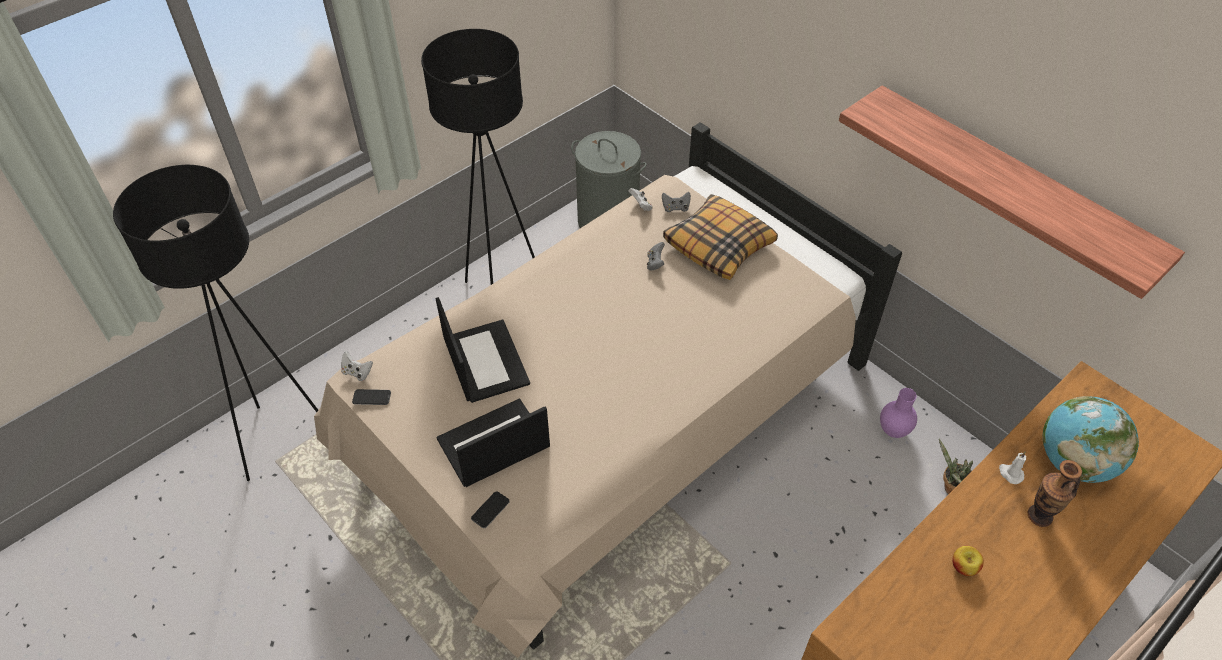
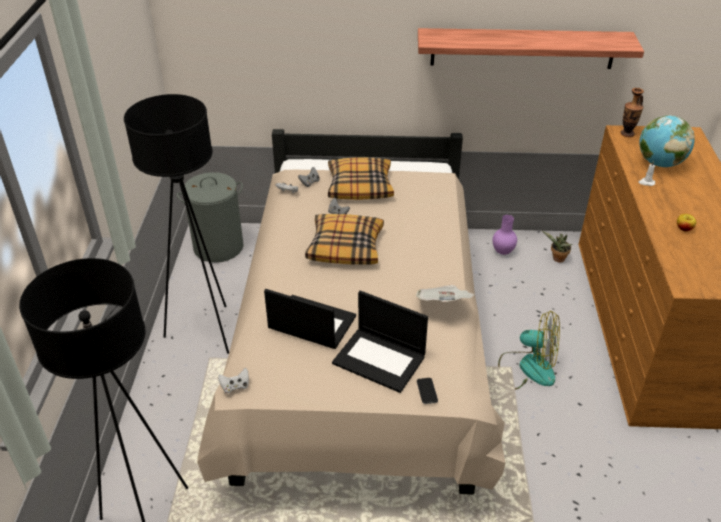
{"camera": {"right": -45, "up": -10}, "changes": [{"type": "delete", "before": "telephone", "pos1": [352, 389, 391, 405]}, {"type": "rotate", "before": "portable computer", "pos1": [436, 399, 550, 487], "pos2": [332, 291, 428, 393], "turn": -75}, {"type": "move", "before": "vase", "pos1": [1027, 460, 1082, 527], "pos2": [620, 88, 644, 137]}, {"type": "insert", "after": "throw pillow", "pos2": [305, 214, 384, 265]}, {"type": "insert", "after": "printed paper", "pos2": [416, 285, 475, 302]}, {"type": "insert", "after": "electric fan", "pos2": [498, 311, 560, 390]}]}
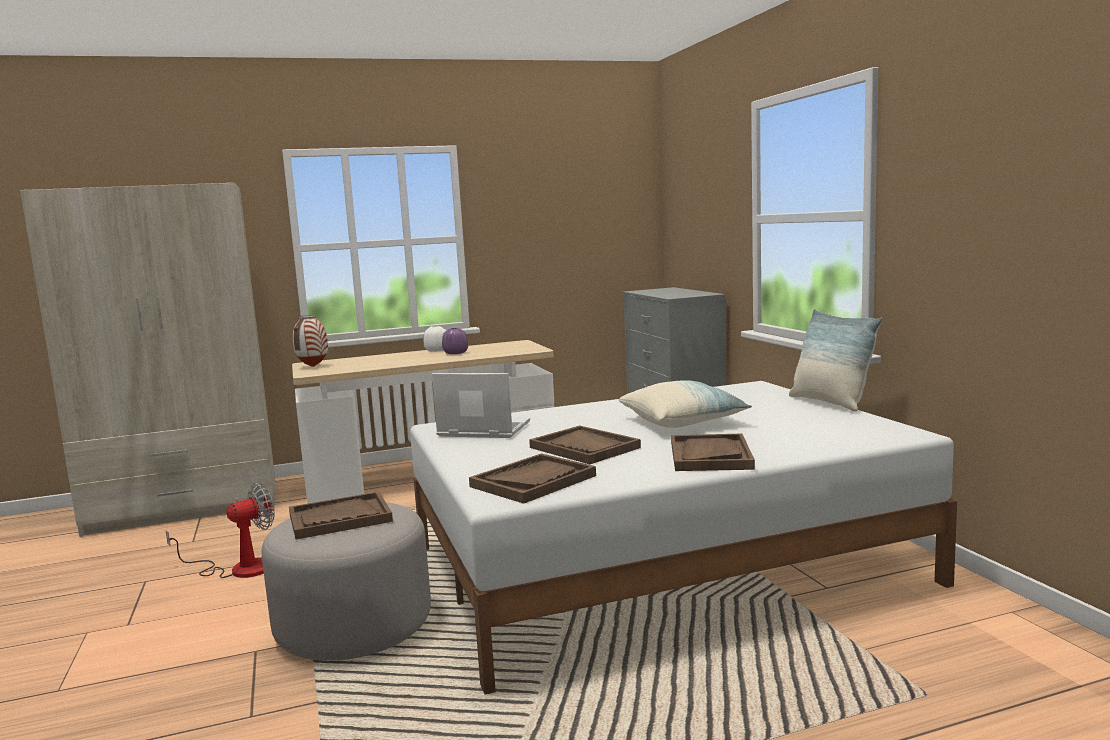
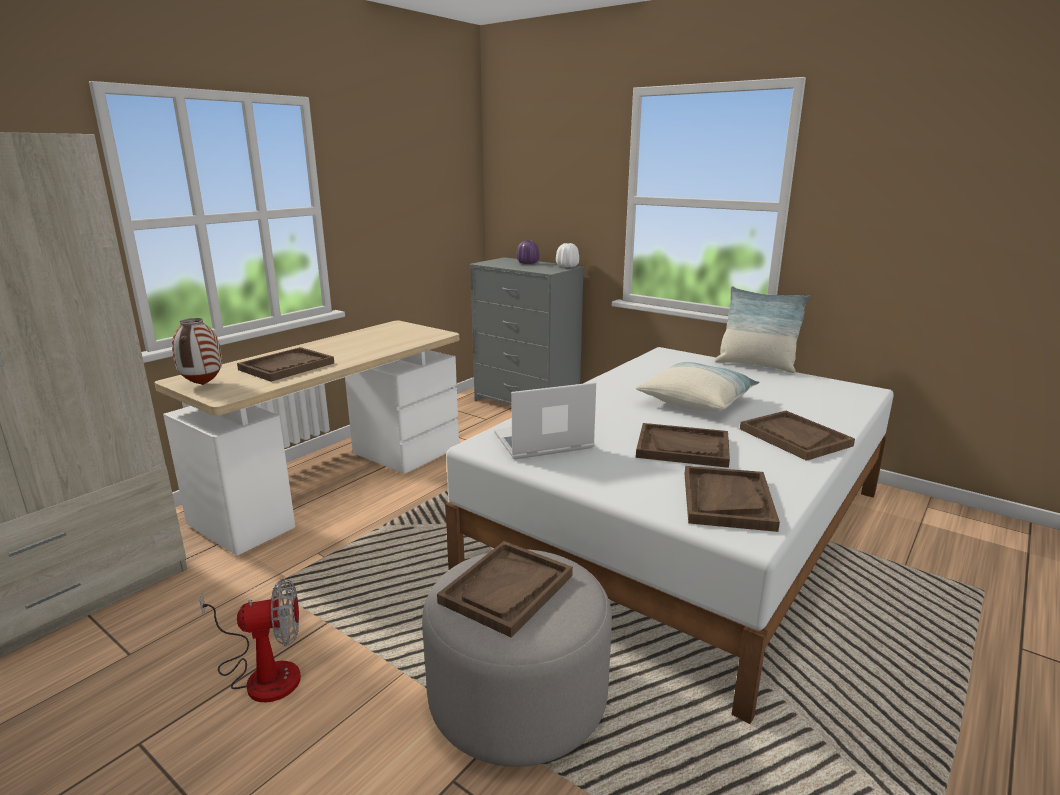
{"camera": {"right": -35, "up": 10}, "changes": [{"type": "move", "before": "vase (white)", "pos1": [424, 326, 446, 352], "pos2": [556, 243, 579, 267]}, {"type": "move", "before": "vase (purplish)", "pos1": [442, 328, 468, 354], "pos2": [516, 240, 539, 264]}, {"type": "rotate", "before": "electric fan", "pos1": [166, 483, 275, 578], "pos2": [199, 578, 301, 702], "turn": 60}, {"type": "insert", "after": "tray (brownish)", "pos2": [237, 347, 334, 382]}]}
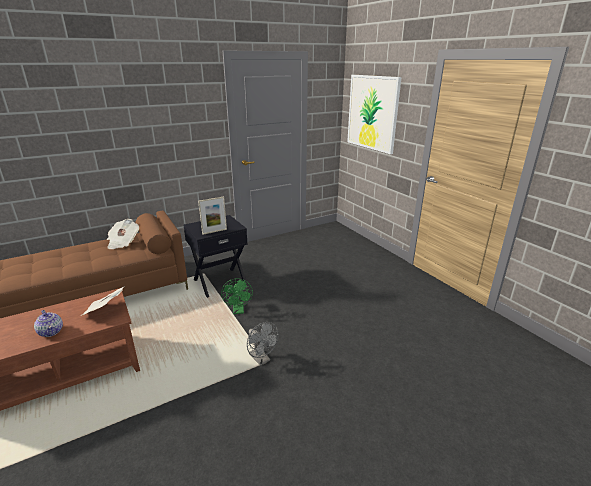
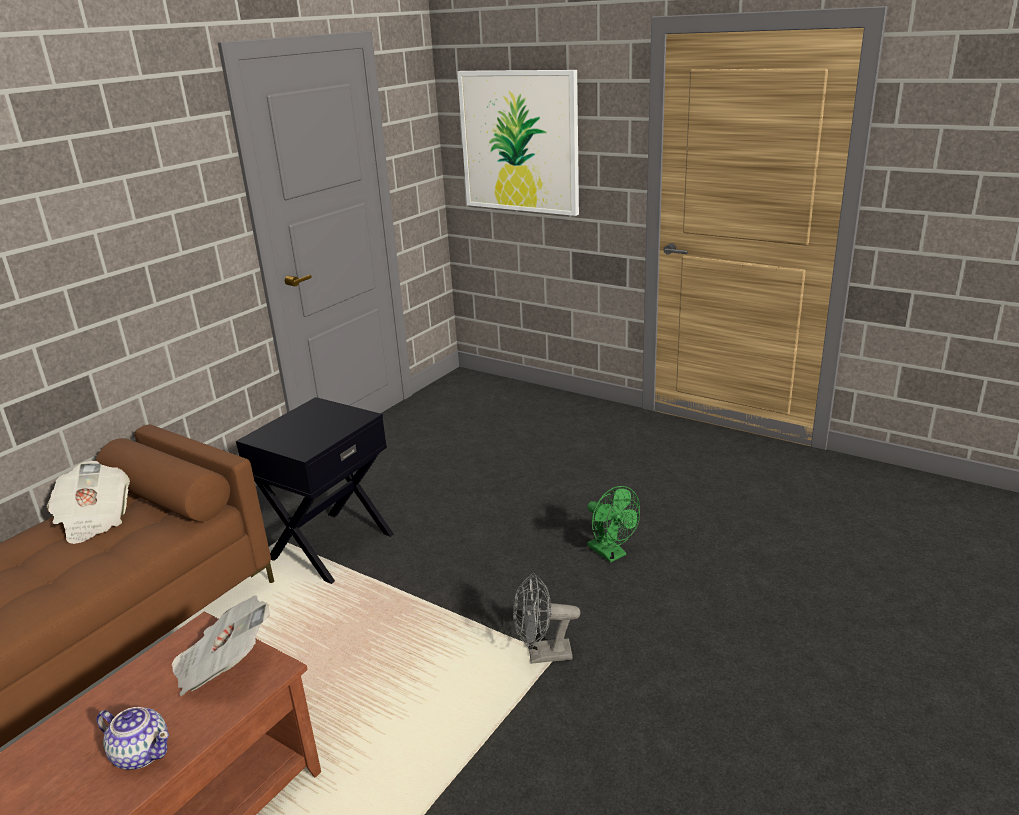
{"camera": {"right": -25, "up": 0}, "changes": [{"type": "delete", "before": "picture frame", "pos1": [198, 196, 227, 235]}, {"type": "move", "before": "electric fan (green-coloured)", "pos1": [221, 278, 253, 314], "pos2": [587, 486, 640, 563]}, {"type": "rotate", "before": "electric fan (greyish)", "pos1": [247, 322, 278, 366], "pos2": [513, 573, 580, 664], "turn": 150}]}
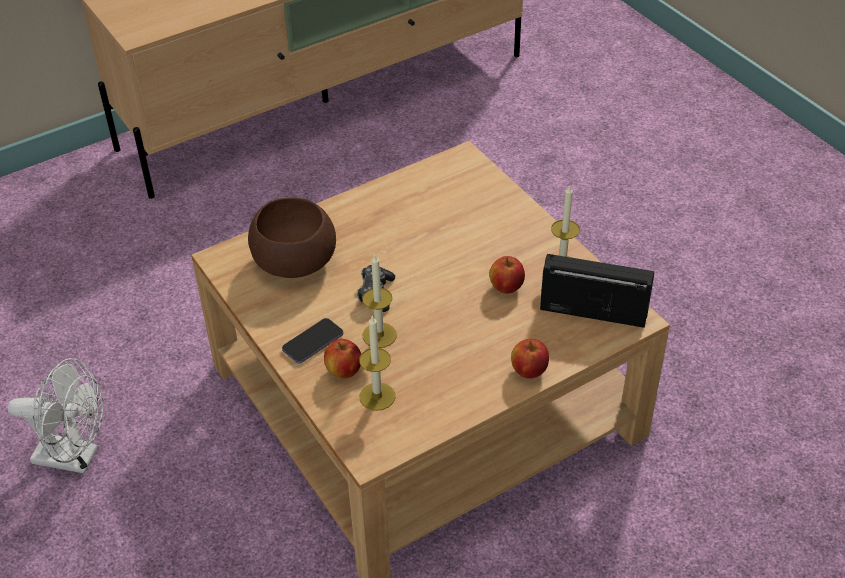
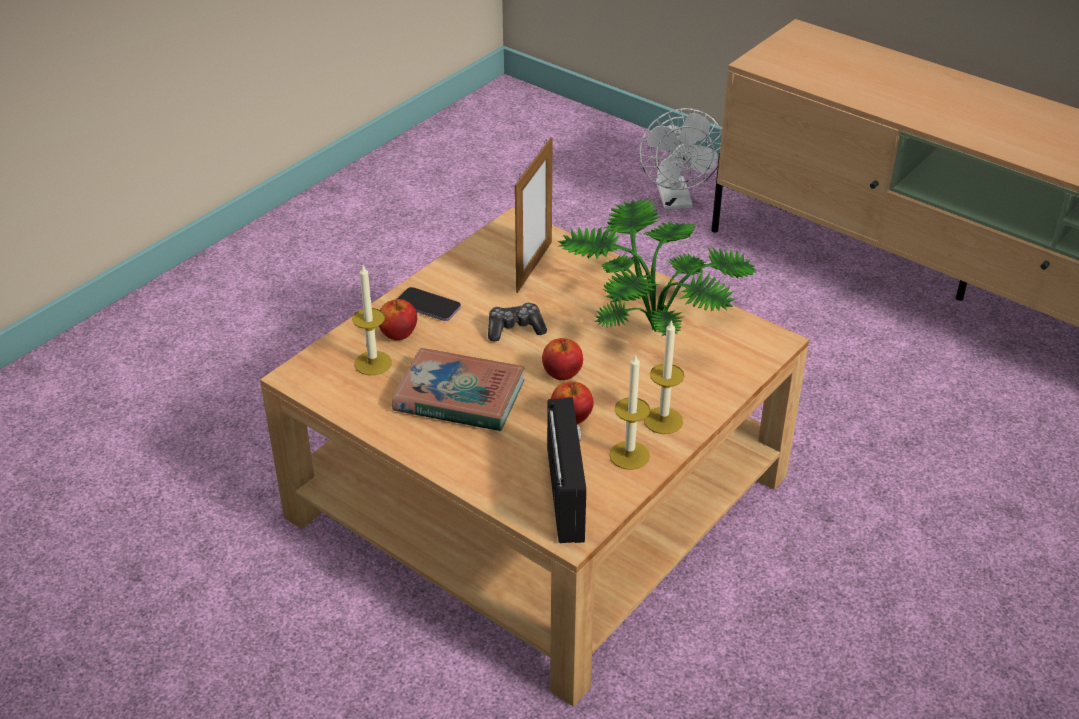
{"camera": {"right": 70, "up": -5}, "changes": [{"type": "replace", "before": "bowl (brownish)", "after": "picture frame", "pos1": [248, 197, 336, 278], "pos2": [515, 137, 553, 293]}, {"type": "move", "before": "candle", "pos1": [362, 255, 397, 348], "pos2": [644, 320, 685, 434]}, {"type": "move", "before": "whole apple", "pos1": [511, 338, 549, 379], "pos2": [542, 338, 583, 380]}, {"type": "move", "before": "electric fan (white)", "pos1": [7, 358, 104, 474], "pos2": [639, 108, 722, 210]}, {"type": "insert", "after": "potted plant", "pos2": [558, 198, 758, 336]}, {"type": "insert", "after": "volume", "pos2": [392, 348, 525, 432]}]}
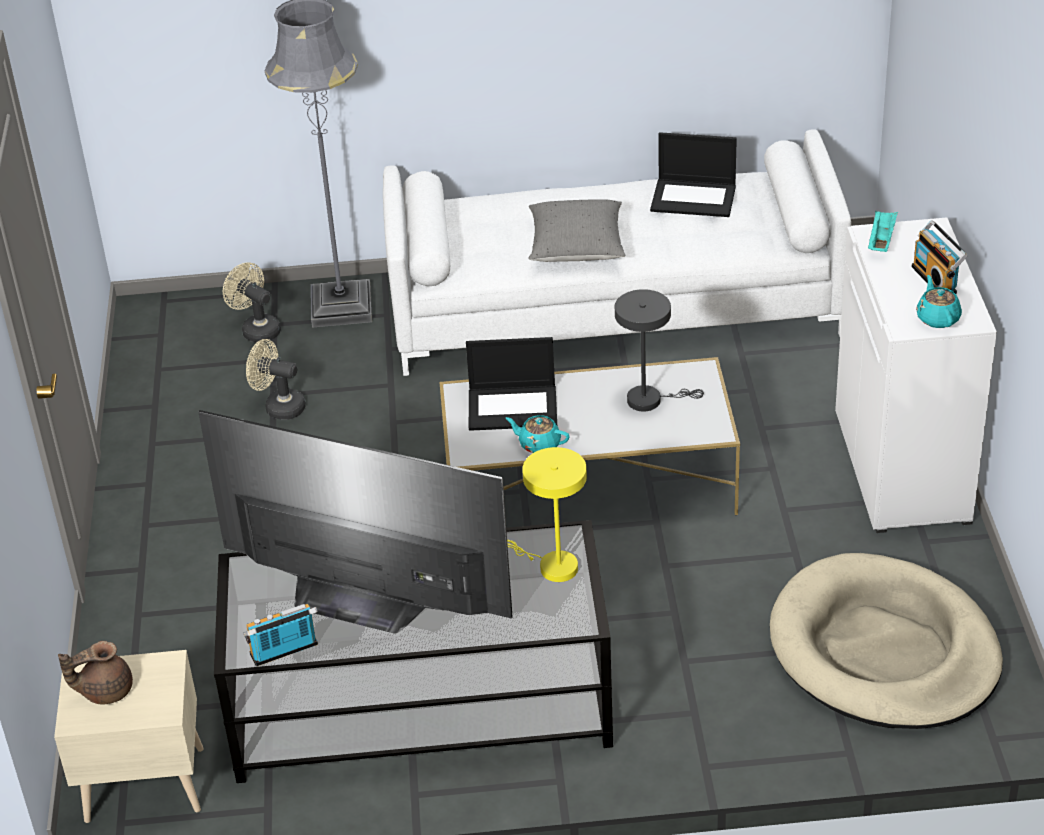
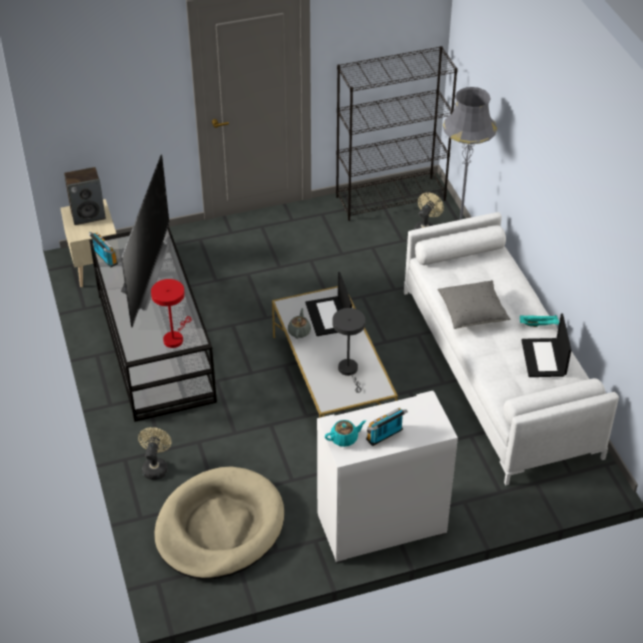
{"camera": {"right": 75, "up": 5}, "changes": [{"type": "move", "before": "tray (turquoise-coloured)", "pos1": [868, 211, 898, 252], "pos2": [520, 315, 559, 327]}, {"type": "move", "before": "electric fan (beige-coloured)", "pos1": [246, 339, 306, 420], "pos2": [138, 427, 171, 480]}, {"type": "recolor", "before": "teapot (turquoise-coloured)", "after": "teapot (greyish)", "pos1": [506, 415, 570, 453], "pos2": [288, 308, 311, 339]}, {"type": "recolor", "before": "tabletop lamp (yellow-coloured)", "after": "tabletop lamp (reddish)", "pos1": [507, 447, 587, 582], "pos2": [151, 279, 191, 348]}, {"type": "replace", "before": "teapot (brownish)", "after": "speaker", "pos1": [58, 641, 133, 705], "pos2": [64, 167, 106, 225]}, {"type": "insert", "after": "shelving unit (blackish)", "pos2": [336, 46, 458, 221]}]}
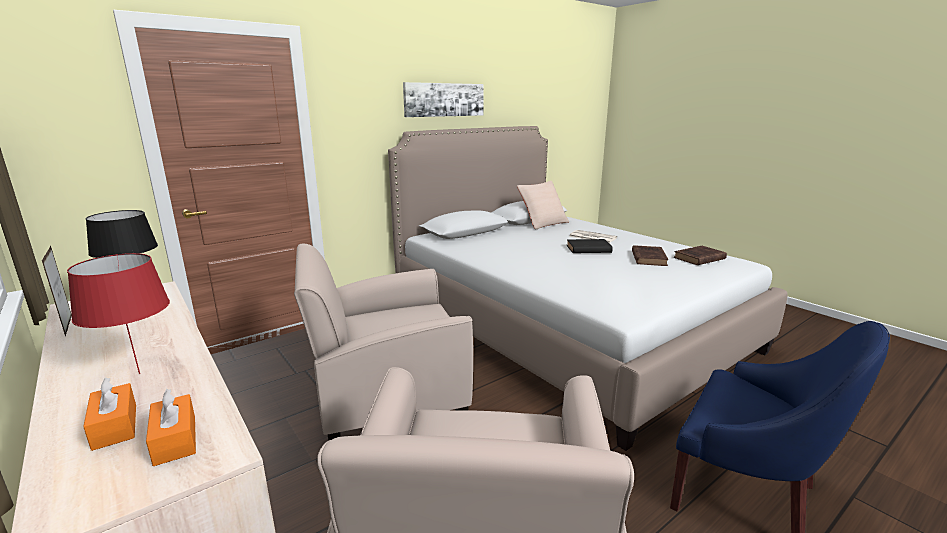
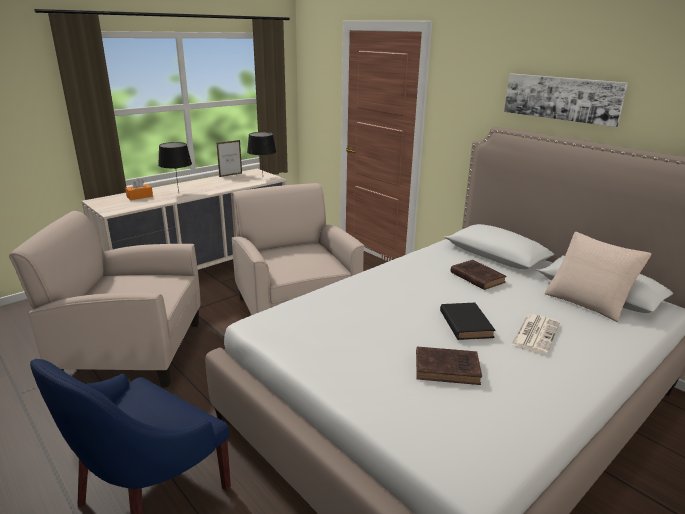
{"camera": {"right": 85, "up": 5}, "changes": [{"type": "move", "before": "volume (brownish)", "pos1": [674, 246, 727, 265], "pos2": [451, 260, 507, 290]}, {"type": "recolor", "before": "tabletop lamp (reddish)", "after": "tabletop lamp (blackish)", "pos1": [67, 253, 170, 374], "pos2": [158, 142, 192, 193]}, {"type": "delete", "before": "tissue holder (orange-coloured)", "pos1": [146, 389, 196, 466]}]}
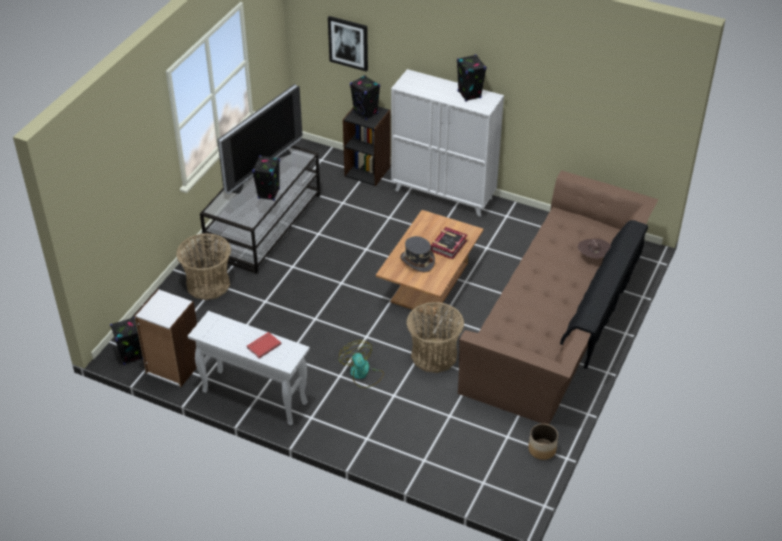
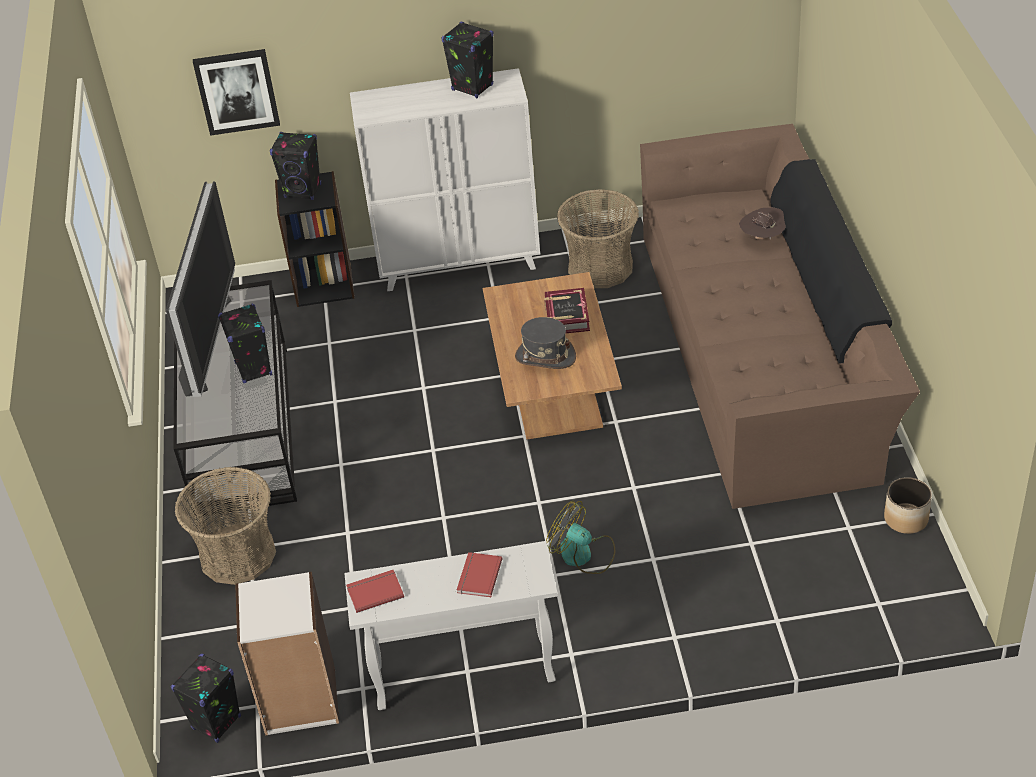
{"camera": {"right": -30, "up": 0}, "changes": [{"type": "move", "before": "household basket", "pos1": [407, 302, 464, 373], "pos2": [557, 189, 639, 288]}, {"type": "insert", "after": "volume (reddish)", "pos2": [346, 570, 404, 613]}]}
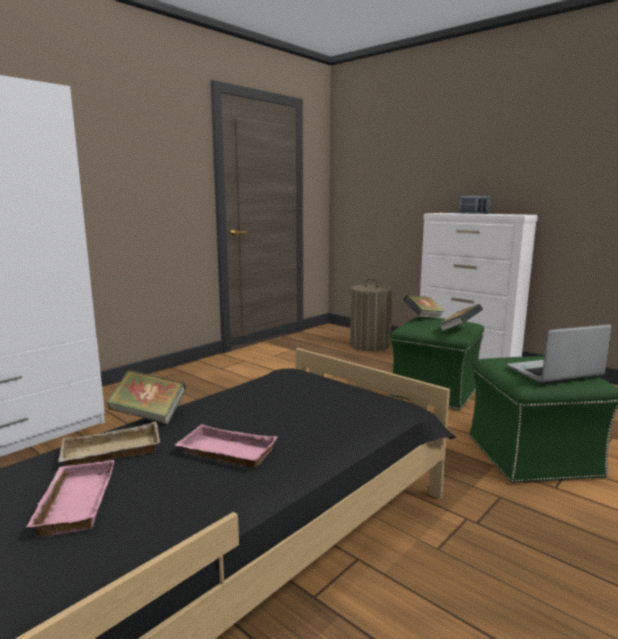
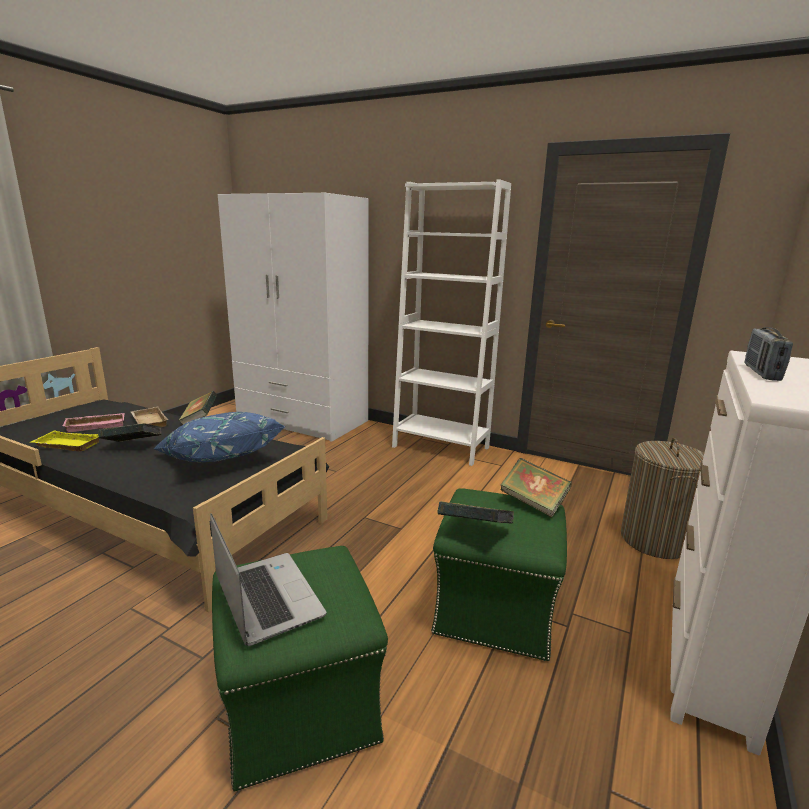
{"camera": {"right": 75, "up": 5}, "changes": [{"type": "replace", "before": "tray (pink-coloured)", "after": "volume", "pos1": [175, 424, 277, 468], "pos2": [98, 423, 162, 442]}, {"type": "insert", "after": "shelving unit (white)", "pos2": [392, 180, 511, 466]}, {"type": "insert", "after": "throw pillow (blue)", "pos2": [153, 412, 286, 462]}, {"type": "insert", "after": "tray (yellow-coloured)", "pos2": [31, 430, 99, 451]}]}
